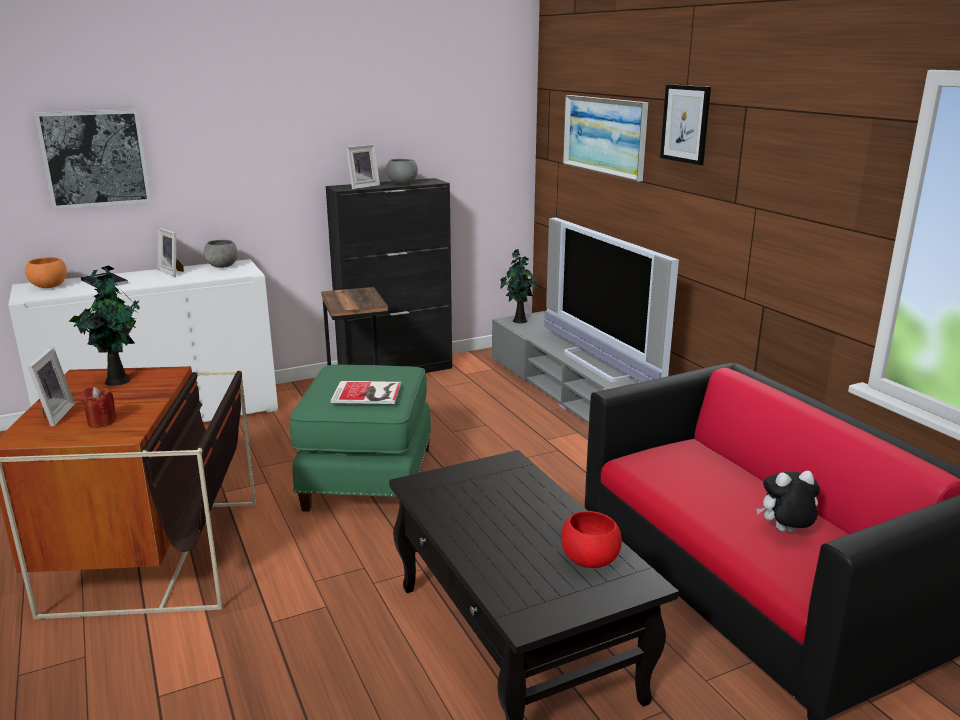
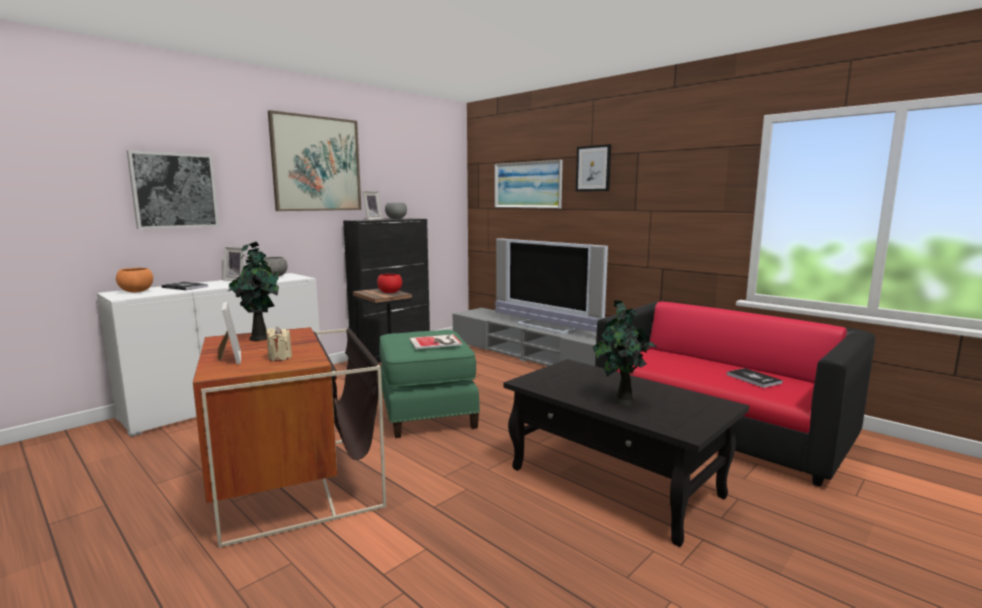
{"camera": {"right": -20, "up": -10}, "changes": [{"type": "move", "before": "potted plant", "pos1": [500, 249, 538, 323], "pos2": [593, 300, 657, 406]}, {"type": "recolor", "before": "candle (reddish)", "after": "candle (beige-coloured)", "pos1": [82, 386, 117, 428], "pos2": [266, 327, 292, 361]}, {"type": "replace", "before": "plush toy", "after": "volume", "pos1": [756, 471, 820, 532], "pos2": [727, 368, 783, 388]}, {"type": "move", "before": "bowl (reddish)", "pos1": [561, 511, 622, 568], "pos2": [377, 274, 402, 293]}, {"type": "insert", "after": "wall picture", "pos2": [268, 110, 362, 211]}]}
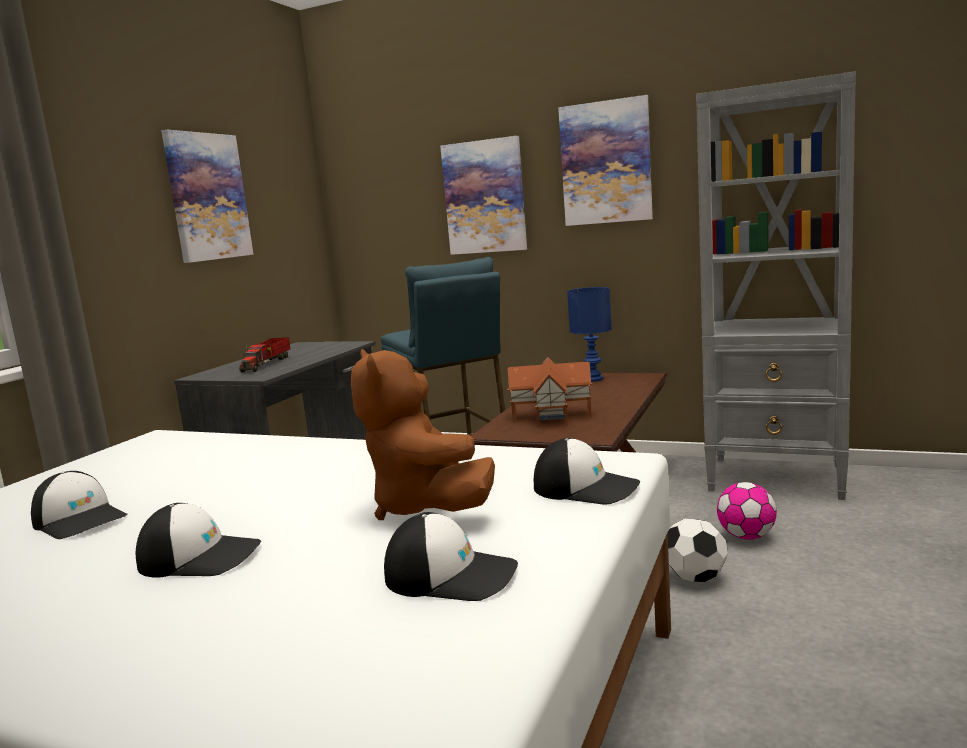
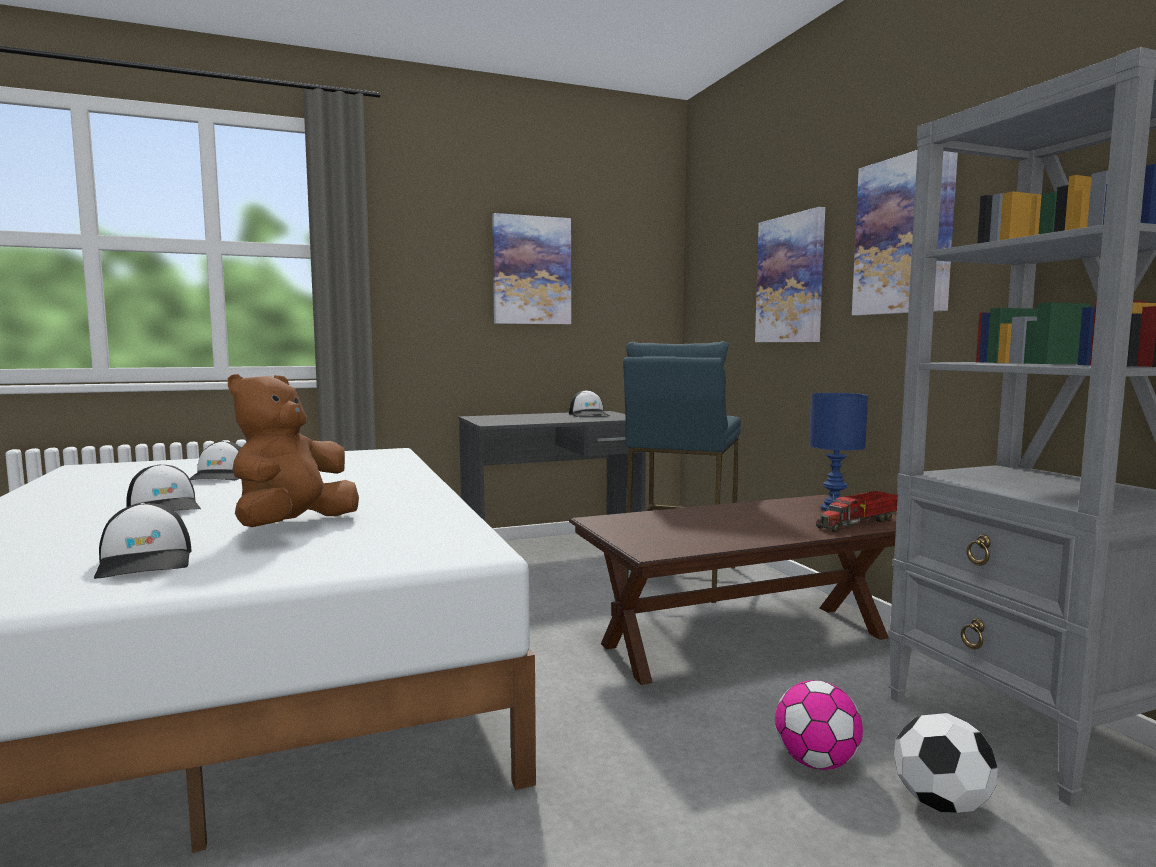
{"camera": {"right": 45, "up": -5}, "changes": [{"type": "move", "before": "toy lorry", "pos1": [239, 337, 291, 372], "pos2": [816, 491, 898, 532]}, {"type": "delete", "before": "miniature house", "pos1": [508, 357, 592, 427]}, {"type": "move", "before": "cap", "pos1": [534, 438, 640, 504], "pos2": [569, 390, 610, 417]}, {"type": "move", "before": "football ball", "pos1": [668, 518, 728, 582], "pos2": [894, 713, 998, 813]}]}
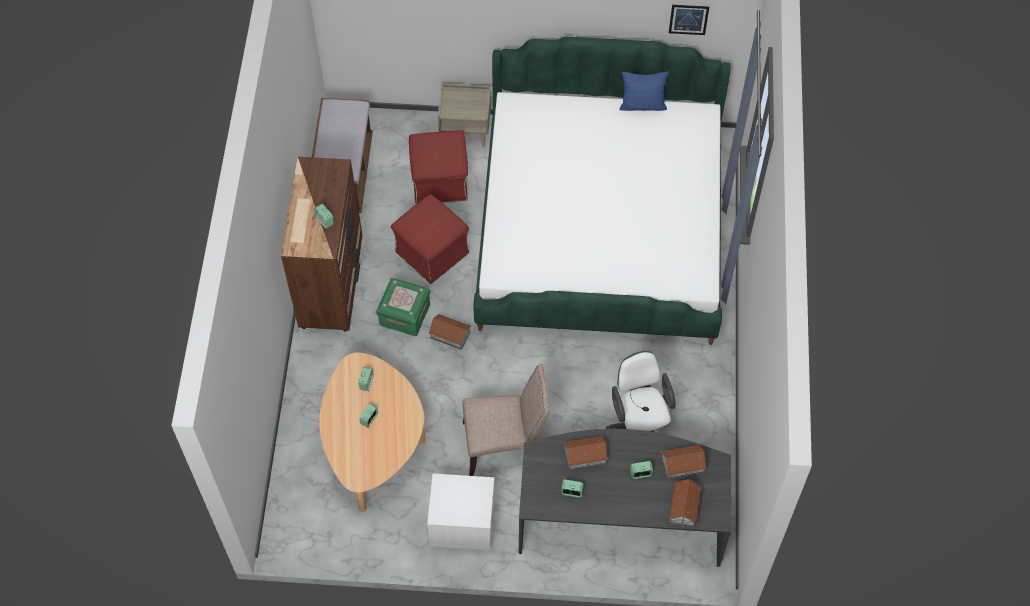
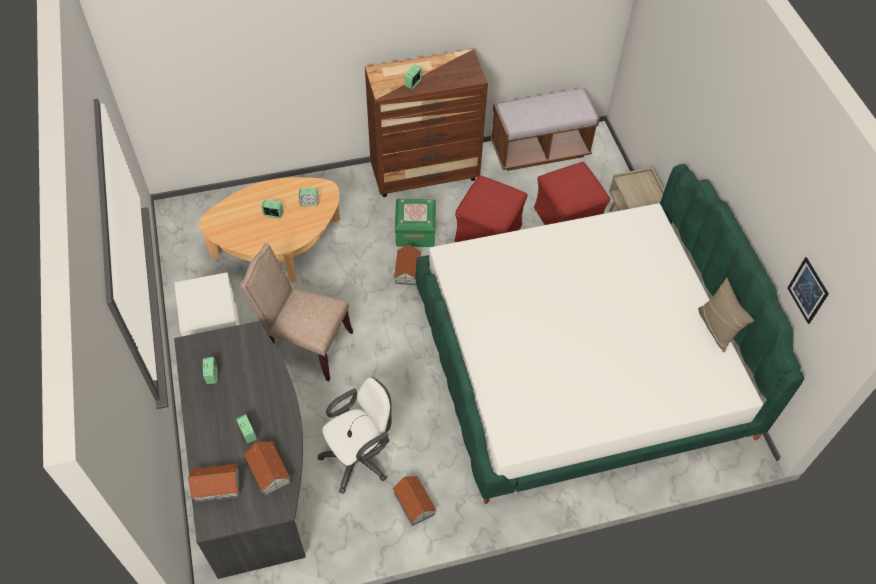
{"camera": {"right": 70, "up": -5}, "changes": [{"type": "recolor", "before": "throw pillow (blue)", "after": "throw pillow (beige-coloured)", "pos1": [619, 72, 669, 111], "pos2": [698, 278, 754, 353]}, {"type": "rotate", "before": "plain chair (beige-coloured)", "pos1": [462, 364, 550, 476], "pos2": [240, 244, 353, 381], "turn": 135}, {"type": "move", "before": "miniature house", "pos1": [564, 436, 608, 470], "pos2": [393, 476, 436, 526]}]}
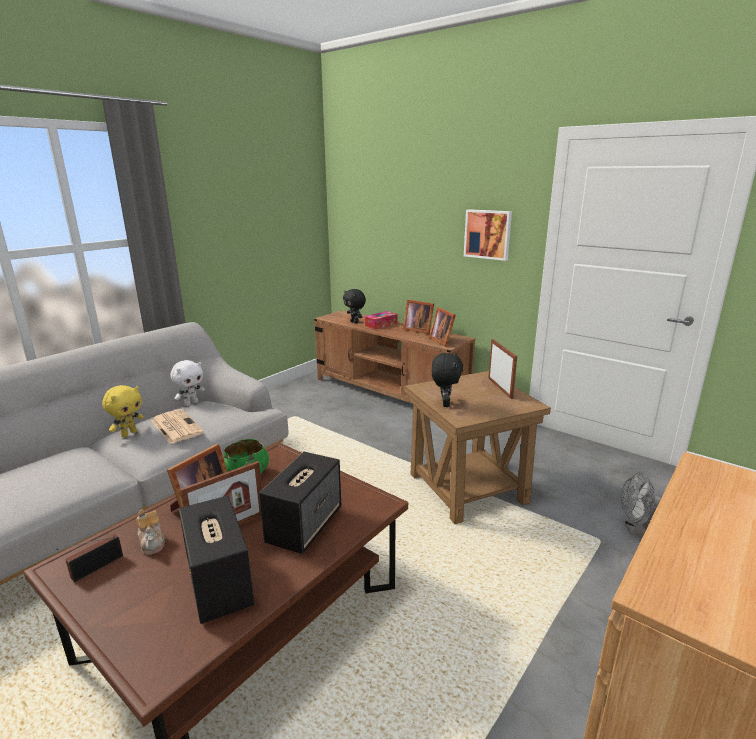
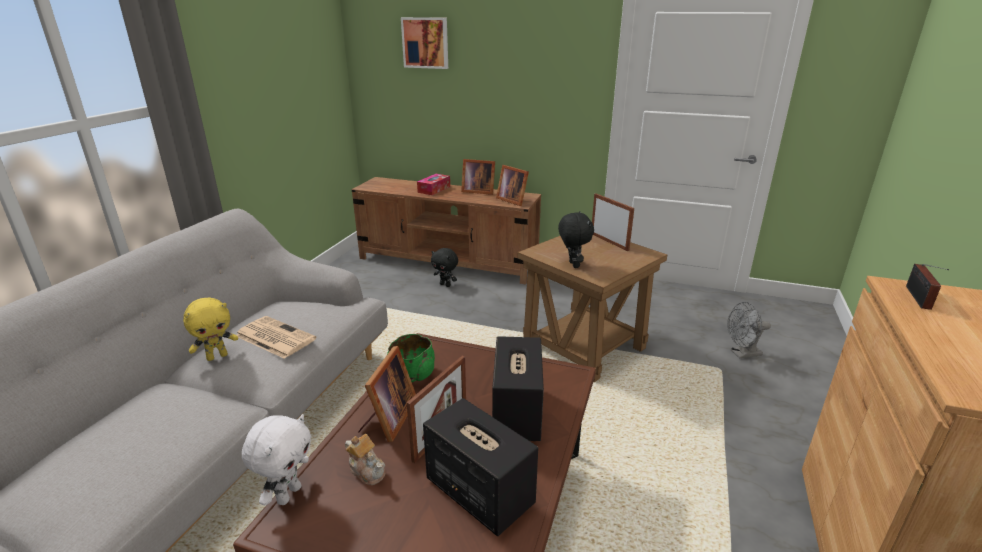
{"camera": {"right": -20, "up": 5}, "changes": [{"type": "move", "before": "wall picture", "pos1": [464, 209, 512, 261], "pos2": [401, 17, 448, 69]}, {"type": "move", "before": "plush toy (blackish)", "pos1": [343, 289, 366, 324], "pos2": [431, 248, 458, 287]}, {"type": "move", "before": "plush toy (white)", "pos1": [170, 360, 205, 406], "pos2": [242, 414, 311, 506]}, {"type": "rotate", "before": "plush toy (yellow-coloured)", "pos1": [102, 385, 144, 437], "pos2": [183, 298, 238, 361], "turn": 45}, {"type": "move", "before": "radio receiver", "pos1": [56, 534, 123, 582], "pos2": [906, 264, 949, 310]}]}
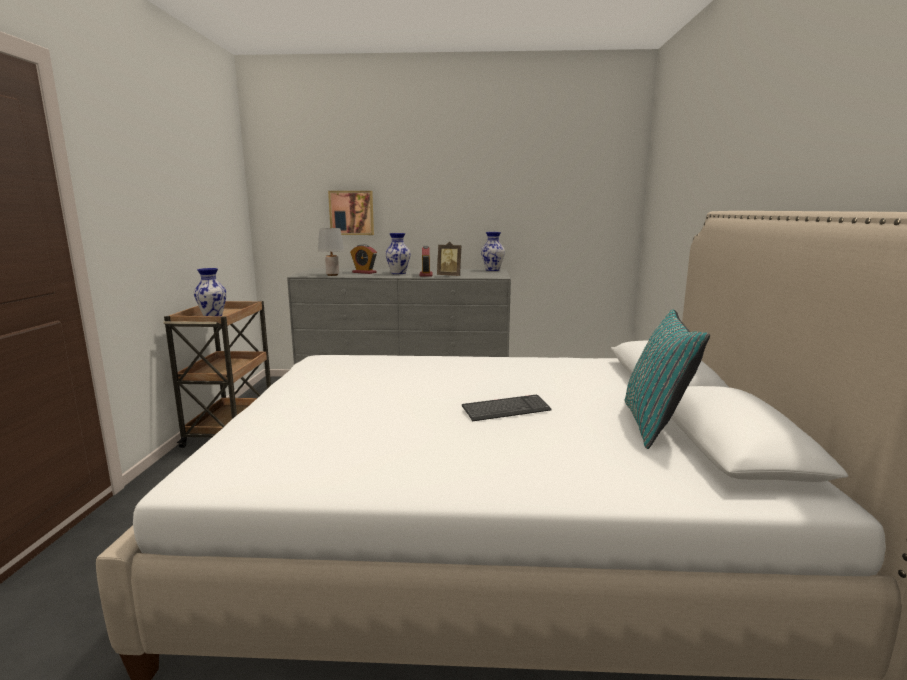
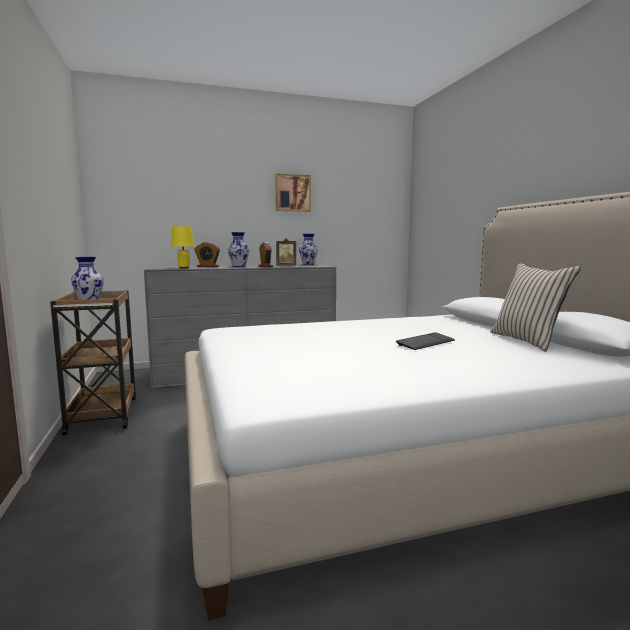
{"camera": {"right": -20, "up": -5}, "changes": [{"type": "move", "before": "wall picture", "pos1": [328, 191, 374, 235], "pos2": [275, 174, 311, 212]}, {"type": "recolor", "before": "tabletop lamp (greyish)", "after": "tabletop lamp (yellow-coloured)", "pos1": [318, 228, 344, 276], "pos2": [171, 226, 195, 268]}, {"type": "recolor", "before": "throw pillow (turquoise-coloured)", "after": "throw pillow (beige-coloured)", "pos1": [625, 309, 710, 449], "pos2": [490, 263, 581, 352]}]}
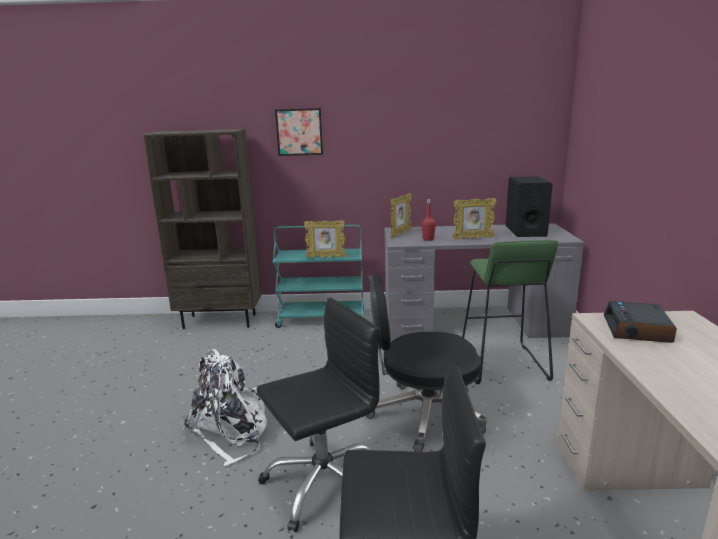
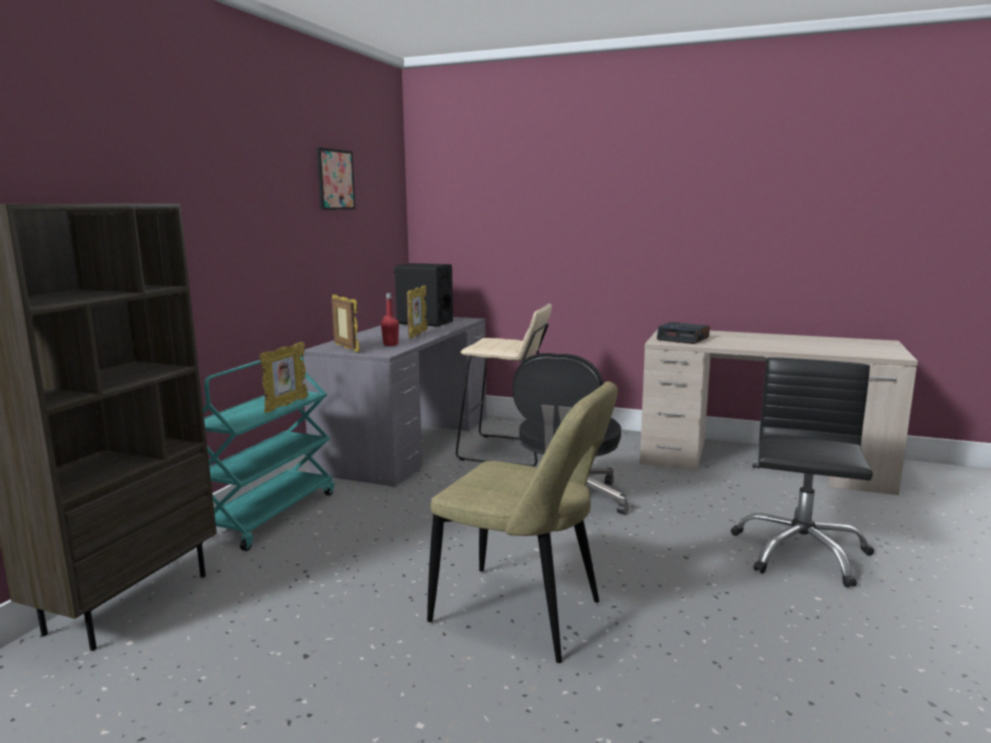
{"camera": {"right": -70, "up": -5}, "changes": [{"type": "move", "before": "wall picture", "pos1": [275, 108, 323, 156], "pos2": [317, 147, 355, 210]}, {"type": "recolor", "before": "stool (green-coloured)", "after": "stool (beige-coloured)", "pos1": [462, 240, 558, 384], "pos2": [456, 304, 552, 467]}, {"type": "delete", "before": "computer chair (blackish)", "pos1": [257, 297, 380, 532]}, {"type": "replace", "before": "knapsack (white)", "after": "plain chair (beige-coloured)", "pos1": [183, 349, 267, 466], "pos2": [427, 381, 618, 663]}]}
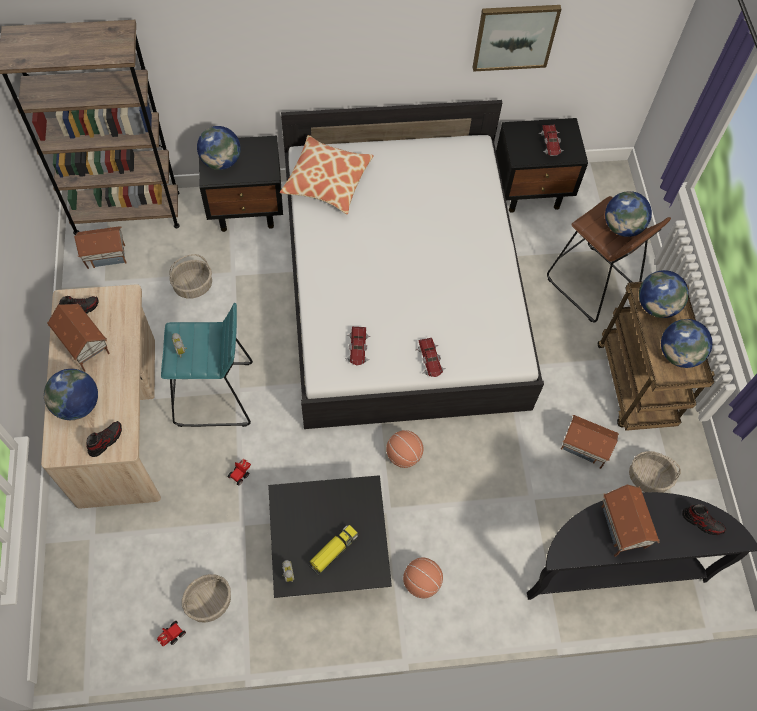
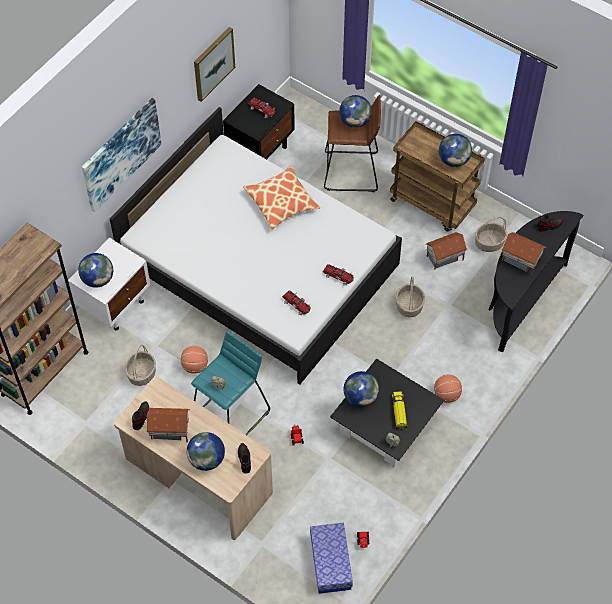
{"camera": {"right": -45, "up": -5}, "changes": [{"type": "move", "before": "throw pillow", "pos1": [280, 135, 374, 214], "pos2": [243, 166, 320, 230]}, {"type": "recolor", "before": "night table (blackish)", "after": "night table (white)", "pos1": [199, 136, 283, 232], "pos2": [68, 238, 150, 330]}, {"type": "delete", "before": "miniature house", "pos1": [74, 226, 127, 269]}, {"type": "move", "before": "desk globe", "pos1": [639, 270, 689, 318], "pos2": [344, 371, 379, 407]}, {"type": "move", "before": "ball for basketball", "pos1": [386, 430, 423, 468], "pos2": [181, 346, 208, 374]}, {"type": "move", "before": "household basket", "pos1": [182, 574, 231, 623], "pos2": [396, 277, 425, 317]}, {"type": "insert", "after": "wall picture", "pos2": [82, 98, 162, 212]}, {"type": "insert", "after": "storage container", "pos2": [310, 523, 353, 594]}]}
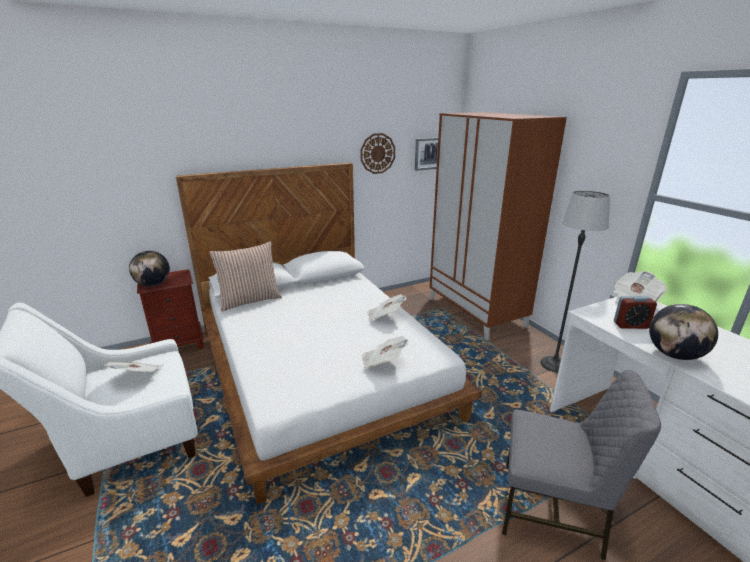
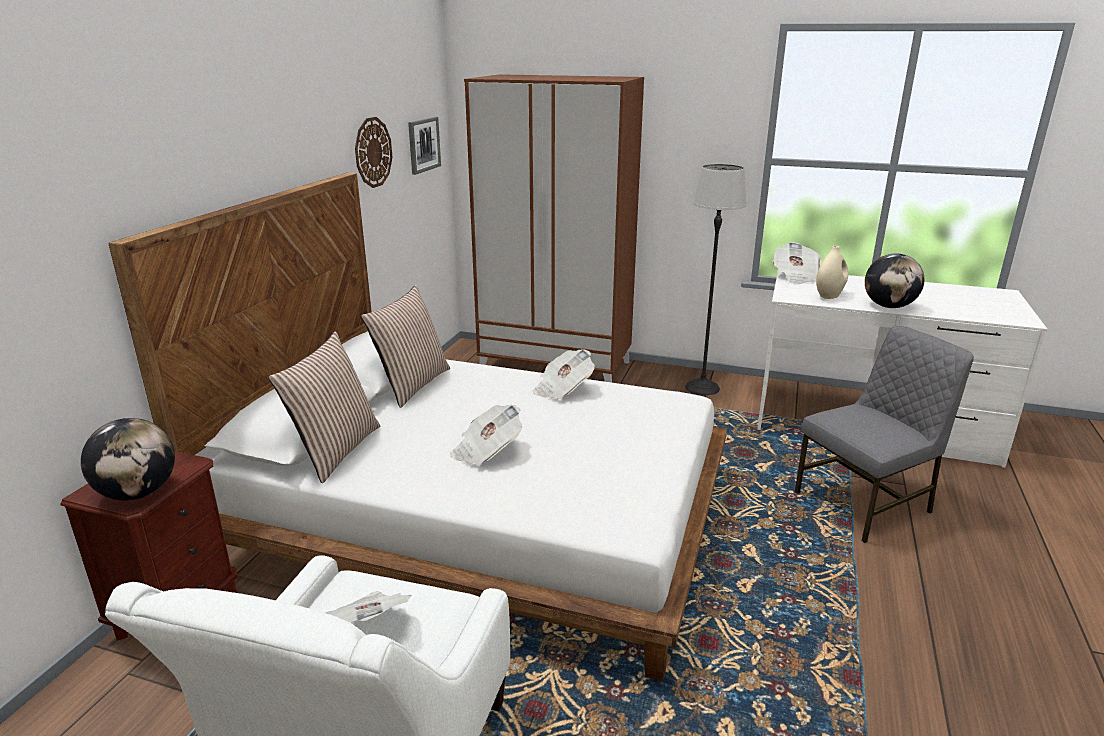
{"camera": {"right": -45, "up": 0}, "changes": [{"type": "replace", "before": "alarm clock", "after": "vase (beige-coloured)", "pos1": [614, 296, 657, 329], "pos2": [816, 246, 848, 299]}, {"type": "move", "before": "printed paper", "pos1": [362, 336, 408, 368], "pos2": [450, 405, 522, 466]}, {"type": "insert", "after": "throw pillow", "pos2": [361, 285, 450, 408]}]}
